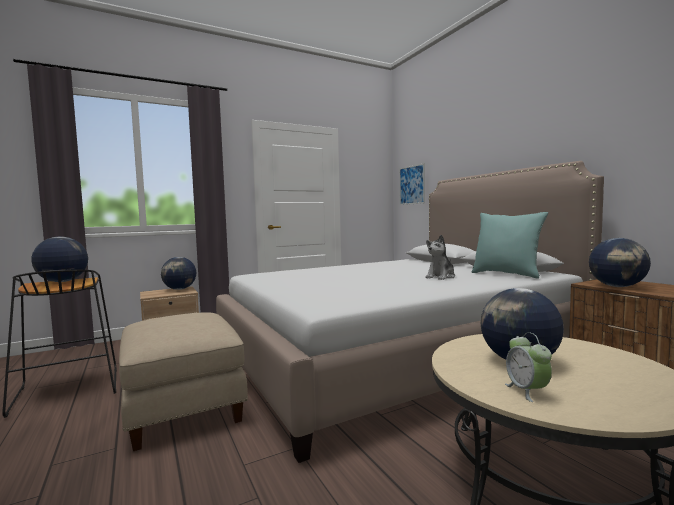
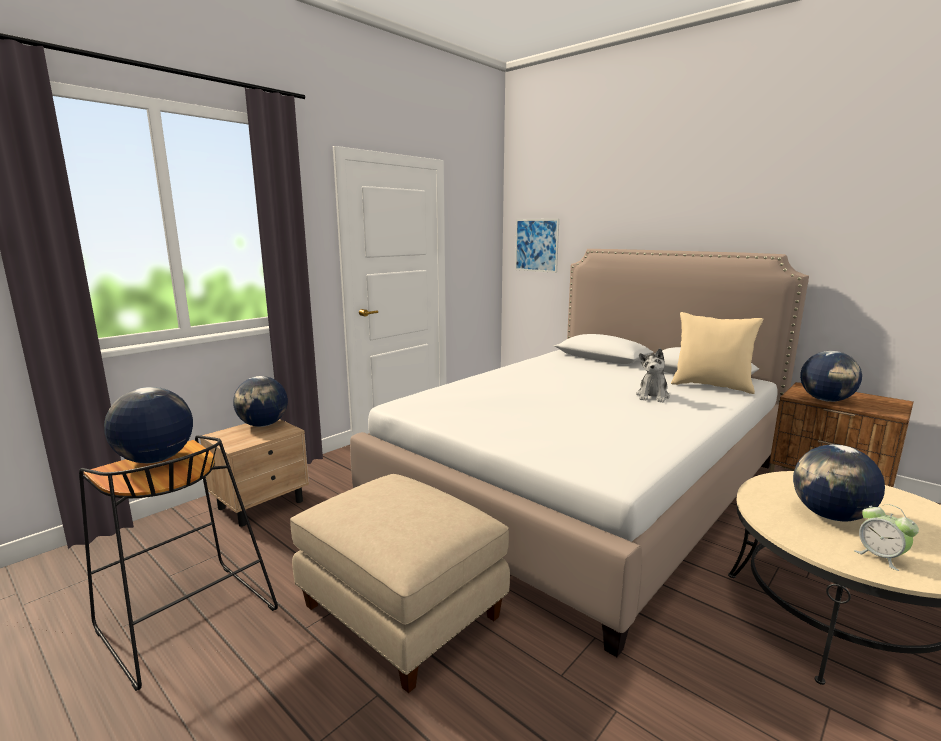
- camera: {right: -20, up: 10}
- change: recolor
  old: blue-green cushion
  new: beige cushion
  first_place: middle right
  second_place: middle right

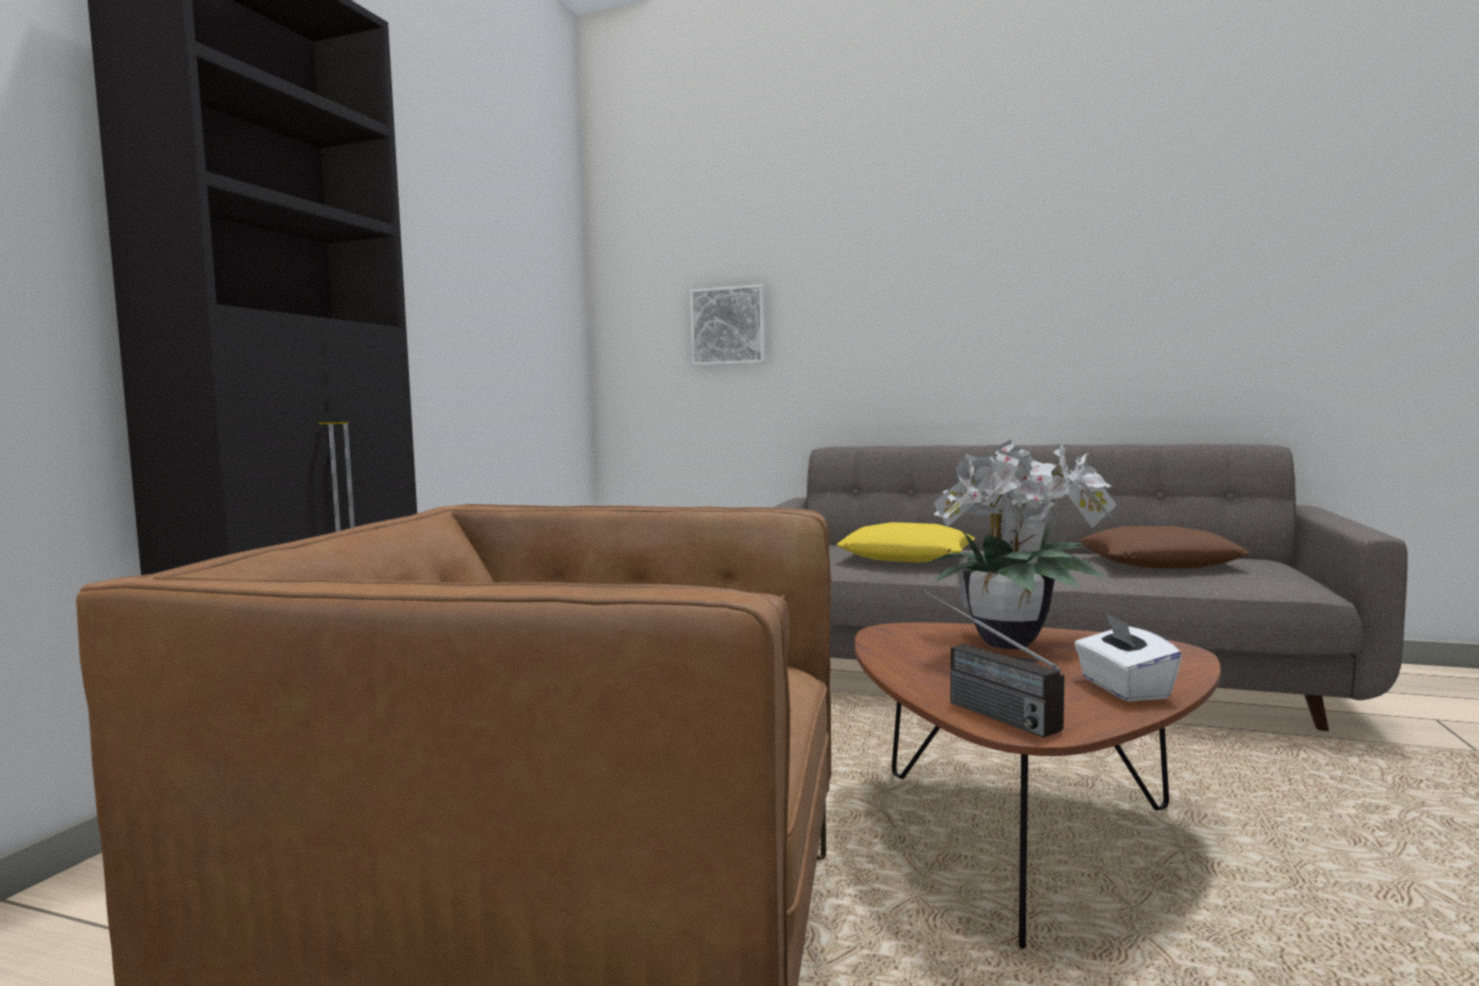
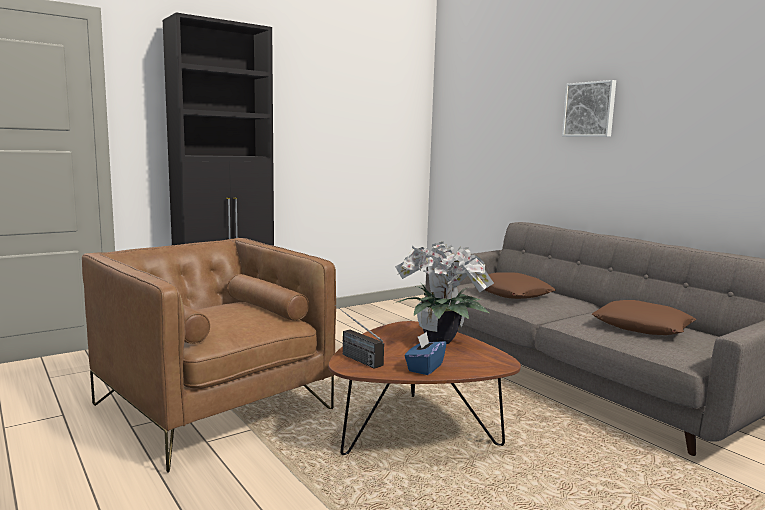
- camera: {right: 35, up: 5}
- change: move
  old: wall art
  first_place: top centre
  second_place: top right
- change: recolor
  old: yellowish cushion
  new: brown cushion (1st from left)
  first_place: centre
  second_place: middle right
- change: rotate
  old: radio
  first_place: bottom right
  second_place: centre
  degrees: -45
- change: recolor
  old: whitish tissue box
  new: blue tissue box
  first_place: middle right
  second_place: bottom centre

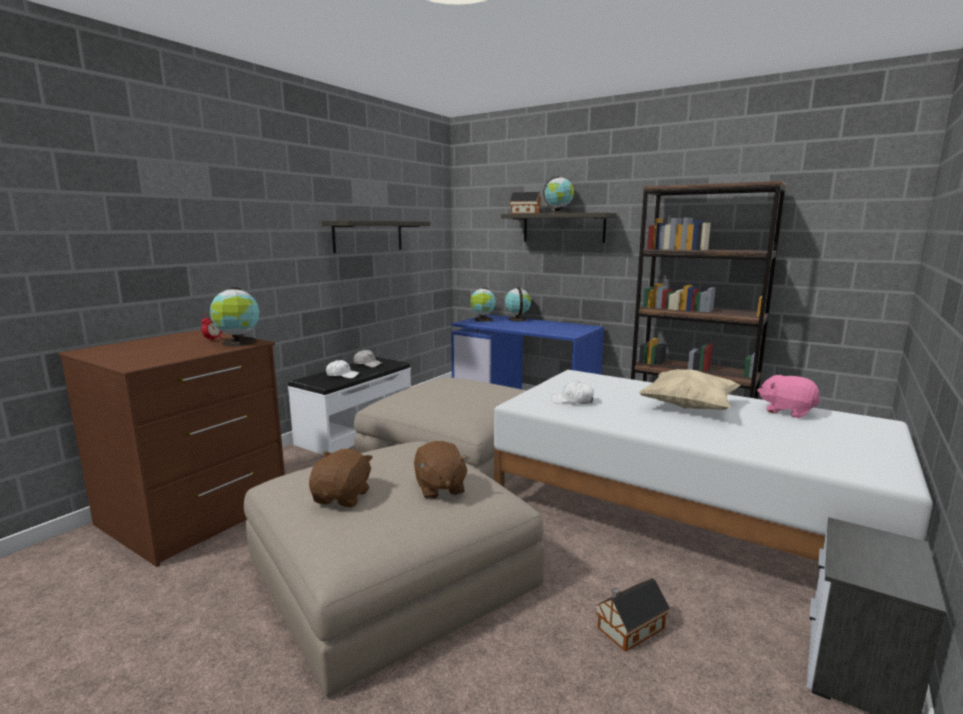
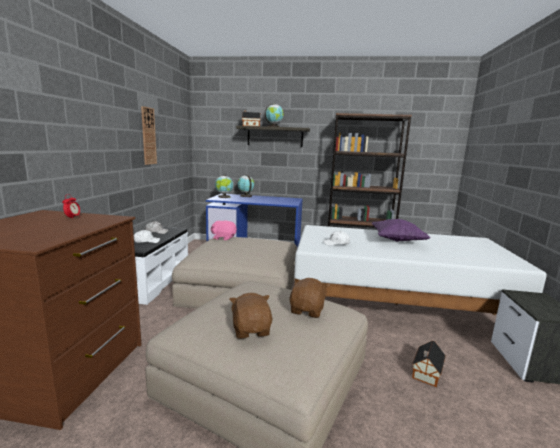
- camera: {right: -25, up: 0}
- change: delete
  old: globe (1st from left)
  first_place: middle left
- change: replace
  old: wall shelf (1st from left)
  new: wall clock
  first_place: top centre
  second_place: top left
- change: rotate
  old: brown cuddly toy (2nd from left)
  first_place: centre
  second_place: centre
  degrees: -120
- change: recolor
  old: beige cushion
  new: purple cushion
  first_place: middle right
  second_place: middle right
- change: move
  old: pink-coloured cuddly toy
  first_place: middle right
  second_place: centre

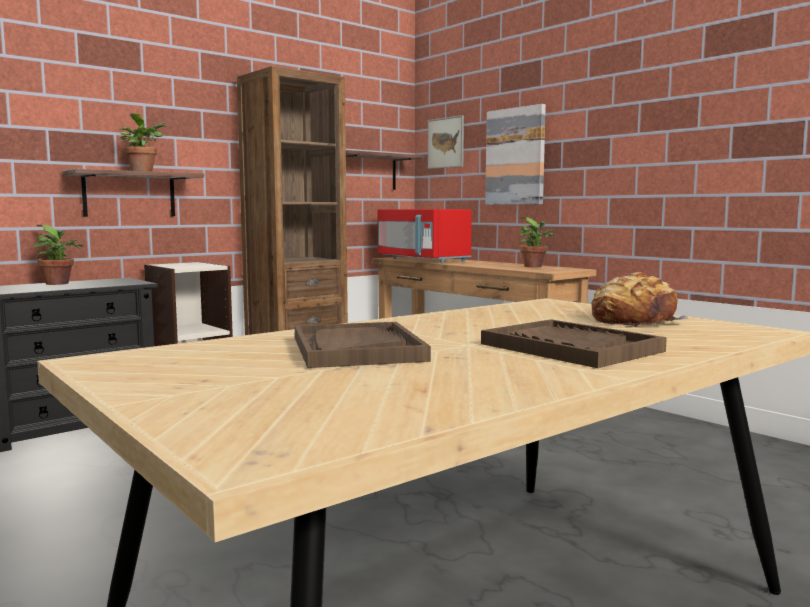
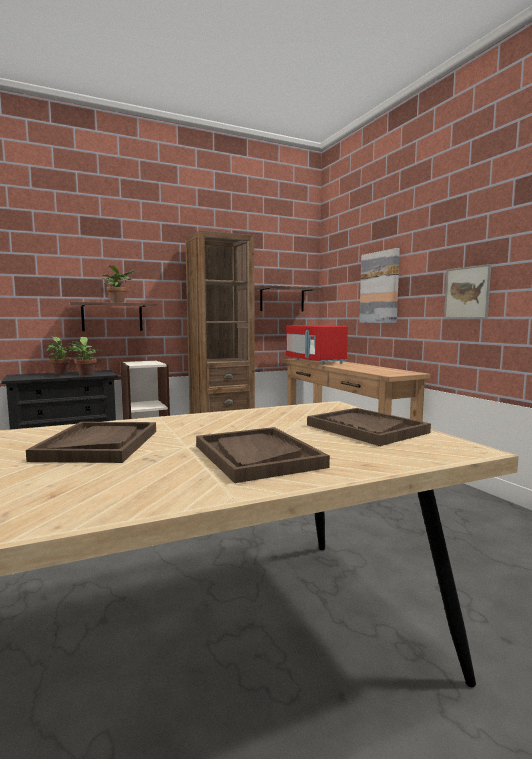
- camera: {right: 15, up: 0}
- change: move
  old: wall art (1st from left in the first image)
  new: wall art (2nd from left)
  first_place: top centre
  second_place: middle right
- change: move
  old: houseplant (3rd from left in the first image)
  new: houseplant (2nd from left)
  first_place: centre
  second_place: middle left
- change: replace
  old: bread
  new: brown tray (3rd from left)
  first_place: middle right
  second_place: middle right

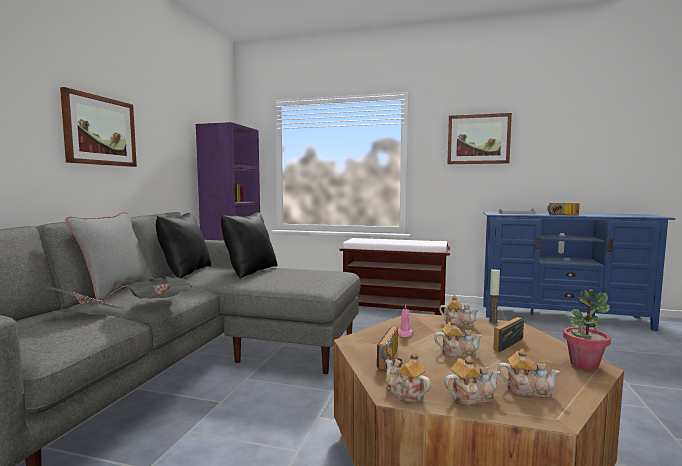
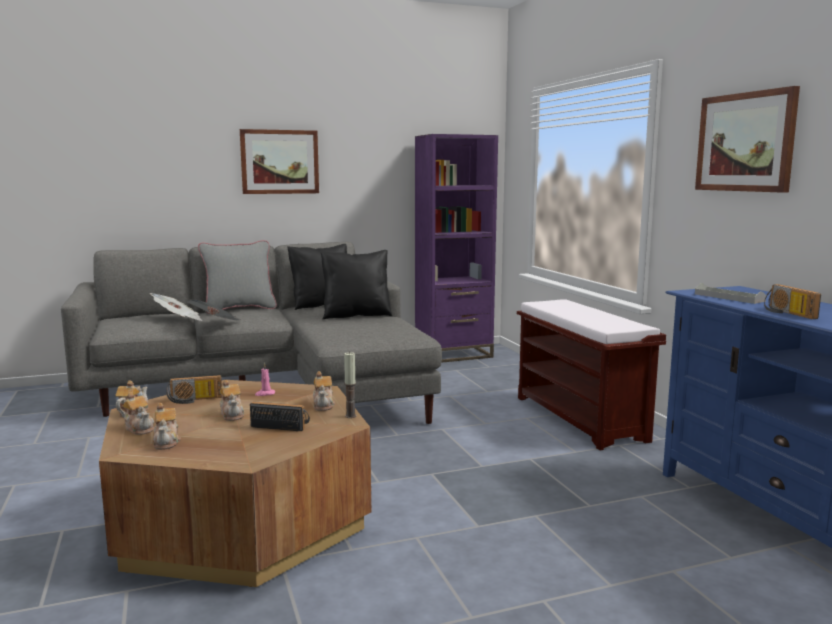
- camera: {right: 55, up: 5}
- change: delete
  old: houseplant
  first_place: bottom right

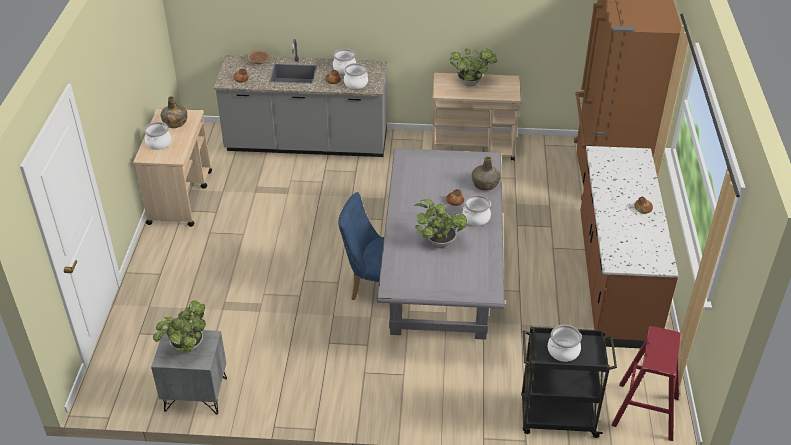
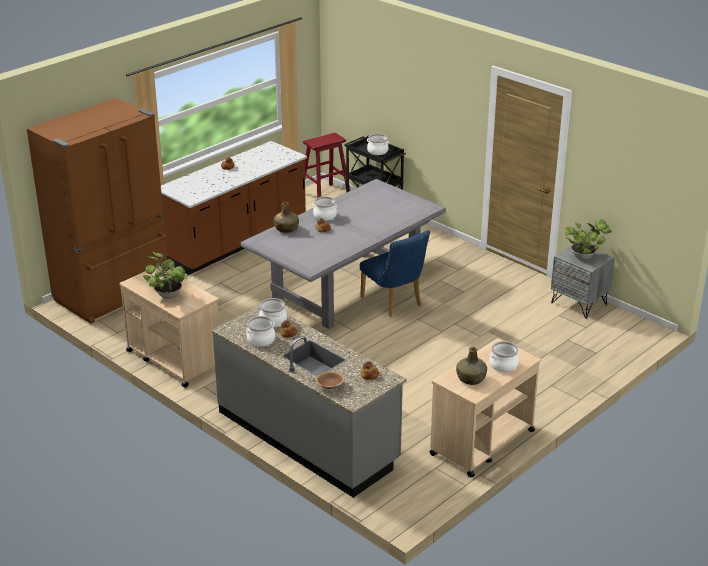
- camera: {right: -140, up: -10}
- change: delete
  old: houseplant (2nd from left)
  first_place: centre

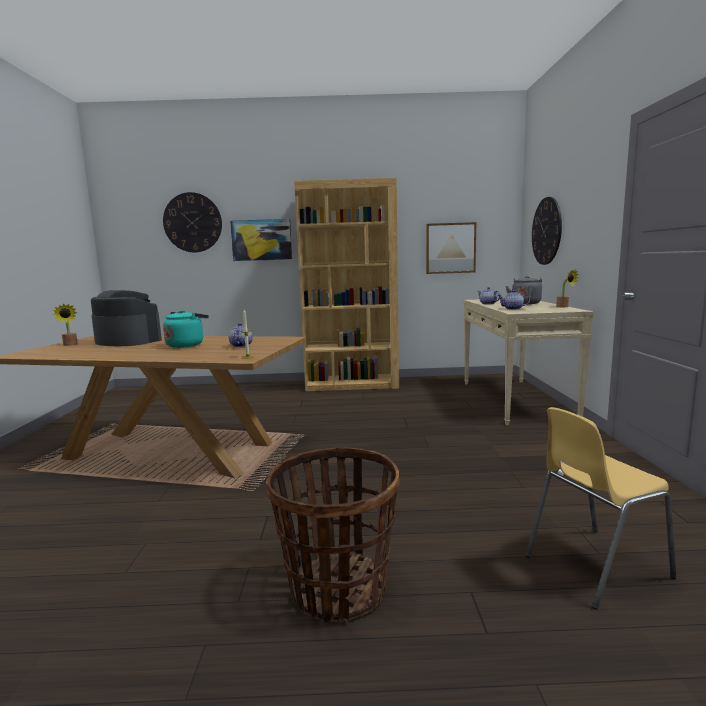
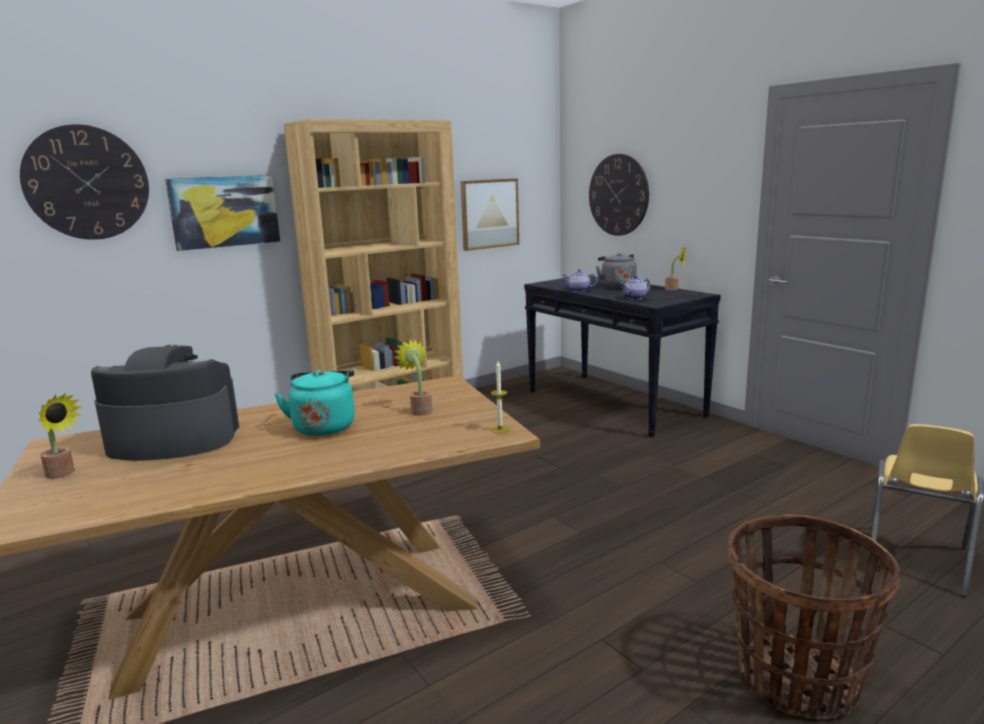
- camera: {right: -35, up: 5}
- change: replace
  old: teapot (1st from left)
  new: houseplant (2nd from left)
  first_place: centre
  second_place: centre
- change: recolor
  old: beige narrow table
  new: blackish narrow table
  first_place: middle right
  second_place: centre

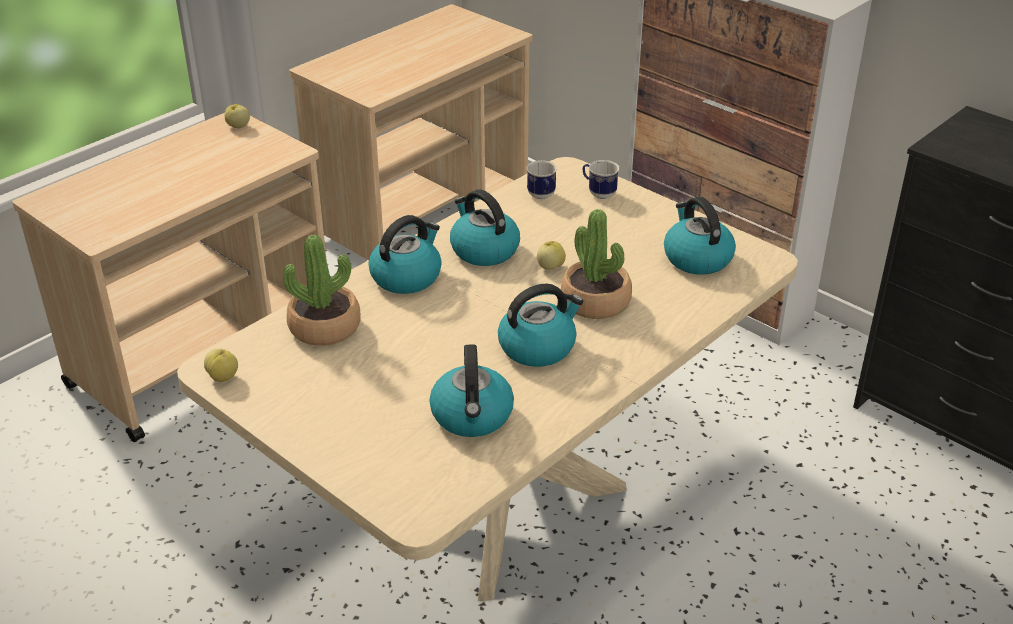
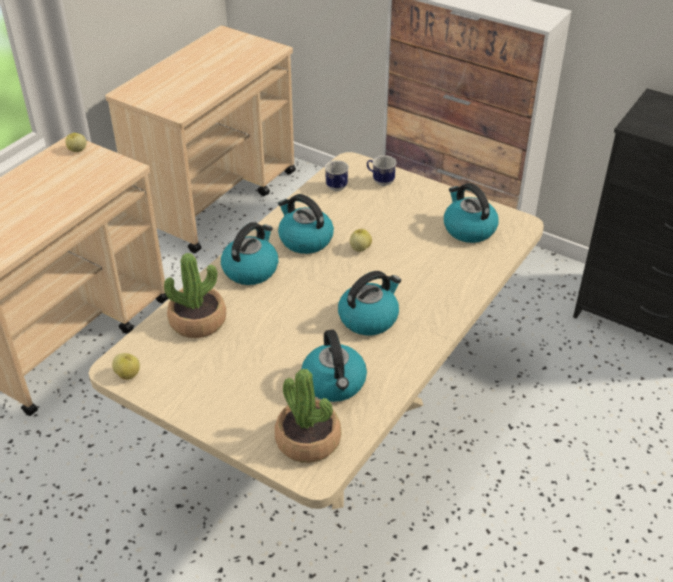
- camera: {right: -10, up: 5}
- change: move
  old: houseplant (2nd from left)
  first_place: centre
  second_place: bottom centre

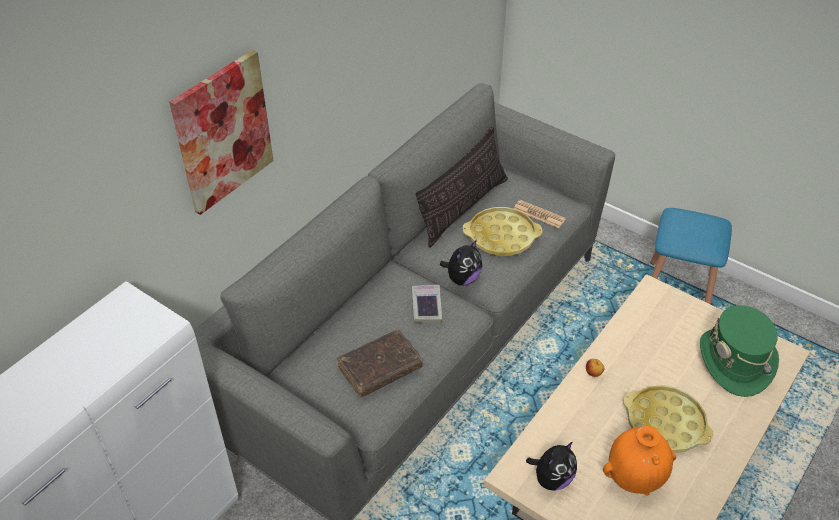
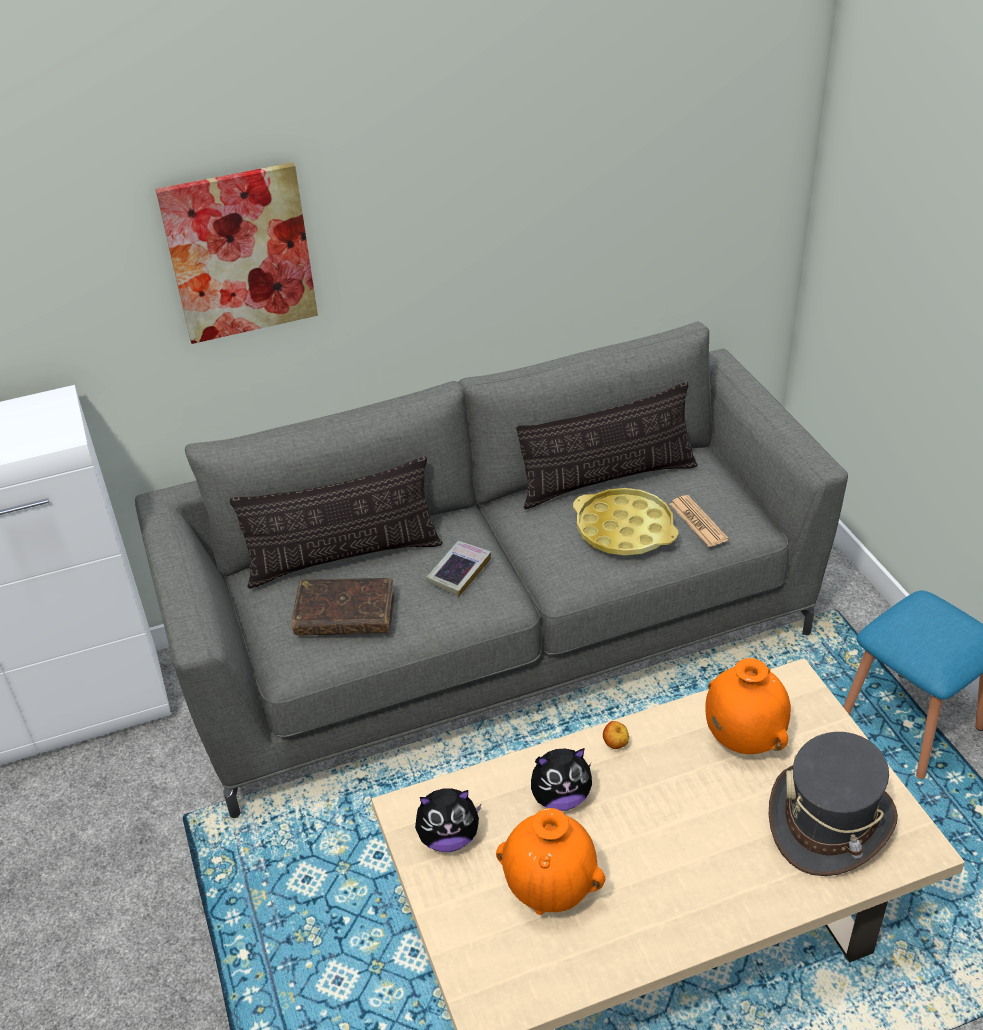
- camera: {right: 35, up: -5}
- change: move
  old: cuddly toy (1st from left in the first image)
  new: cuddly toy (2nd from left)
  first_place: centre
  second_place: bottom centre
- change: delete
  old: yellowish tray (2nd from left)
  first_place: bottom right
- change: recolor
  old: green clothing hat
  new: greyish clothing hat
  first_place: bottom right
  second_place: bottom right
- change: insert
  new: cushion (1st from left)
  second_place: centre
- change: insert
  new: orange-coloured vase (2nd from left)
  second_place: bottom right

